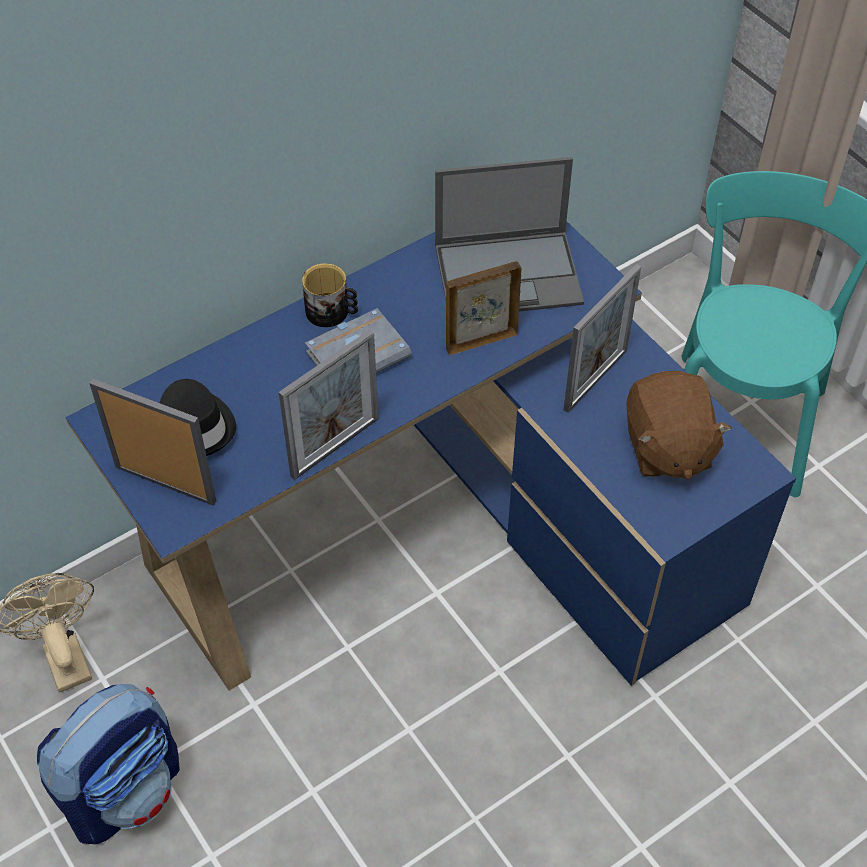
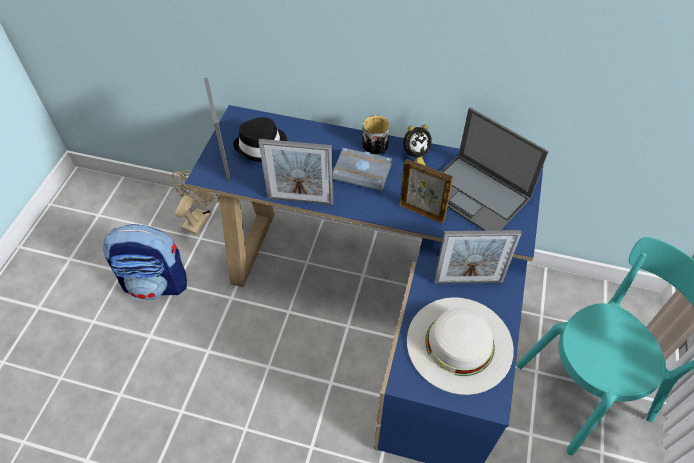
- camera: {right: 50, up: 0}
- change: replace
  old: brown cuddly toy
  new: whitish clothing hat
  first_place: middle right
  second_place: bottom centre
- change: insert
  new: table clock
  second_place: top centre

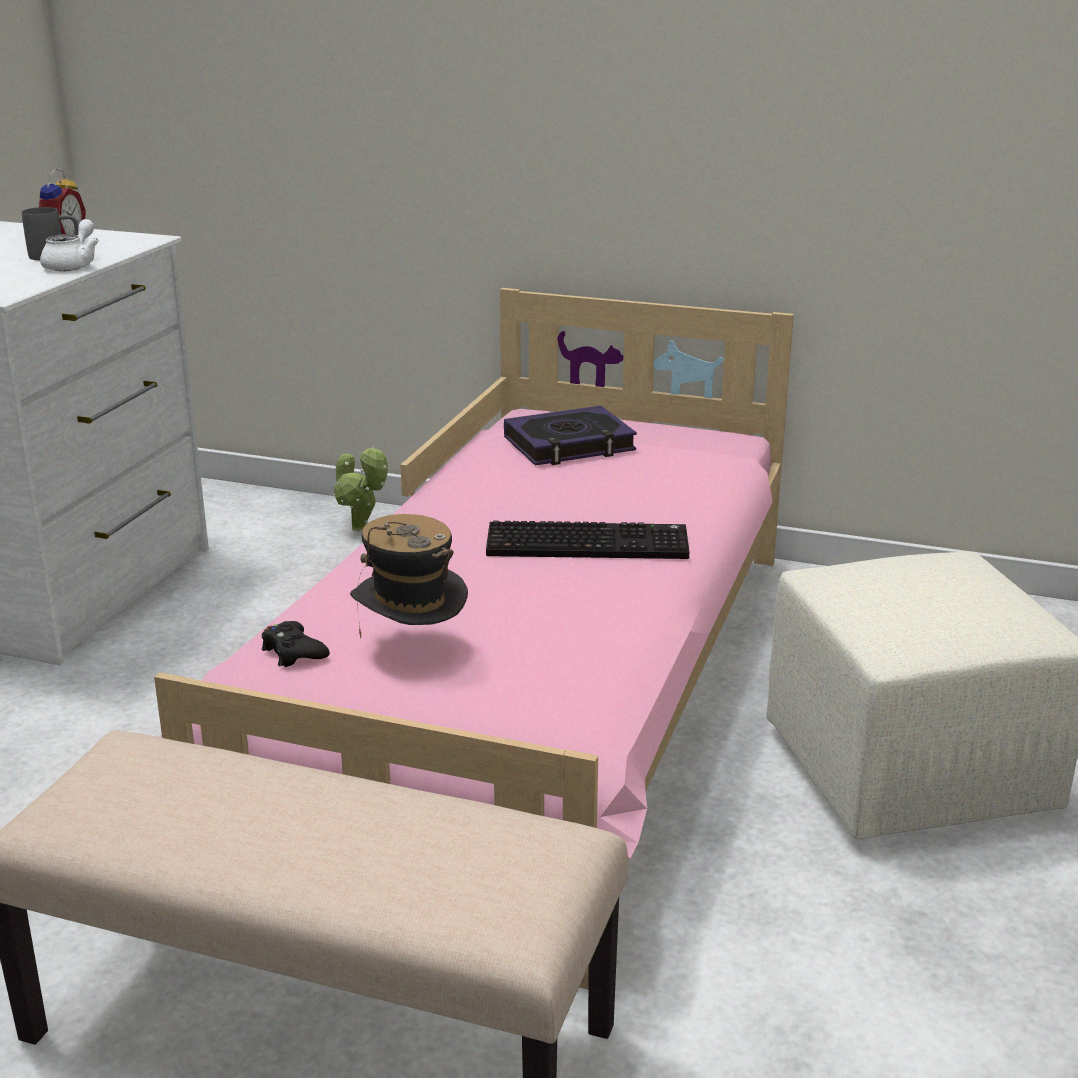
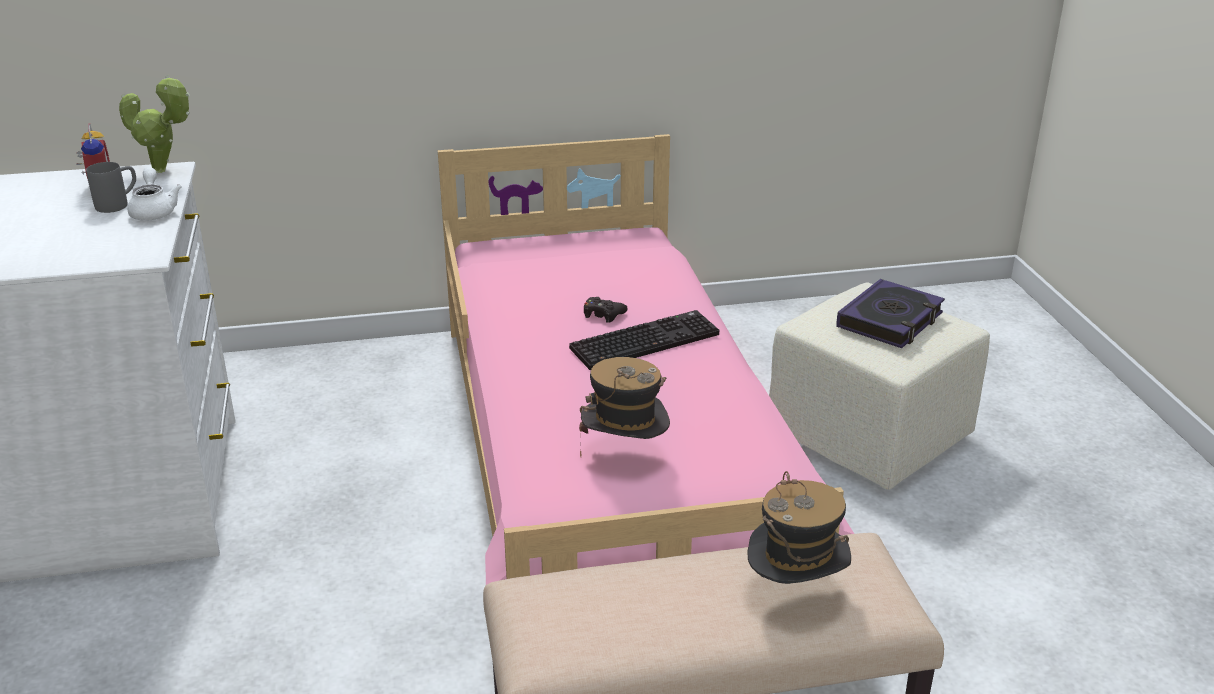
- camera: {right: -30, up: 5}
- change: move
  old: blackish gamepad
  first_place: middle left
  second_place: centre
- change: move
  old: houseplant
  first_place: centre
  second_place: top left
- change: move
  old: volume
  first_place: centre
  second_place: middle right
- change: insert
  new: clothing hat (2nd from left)
  second_place: bottom centre

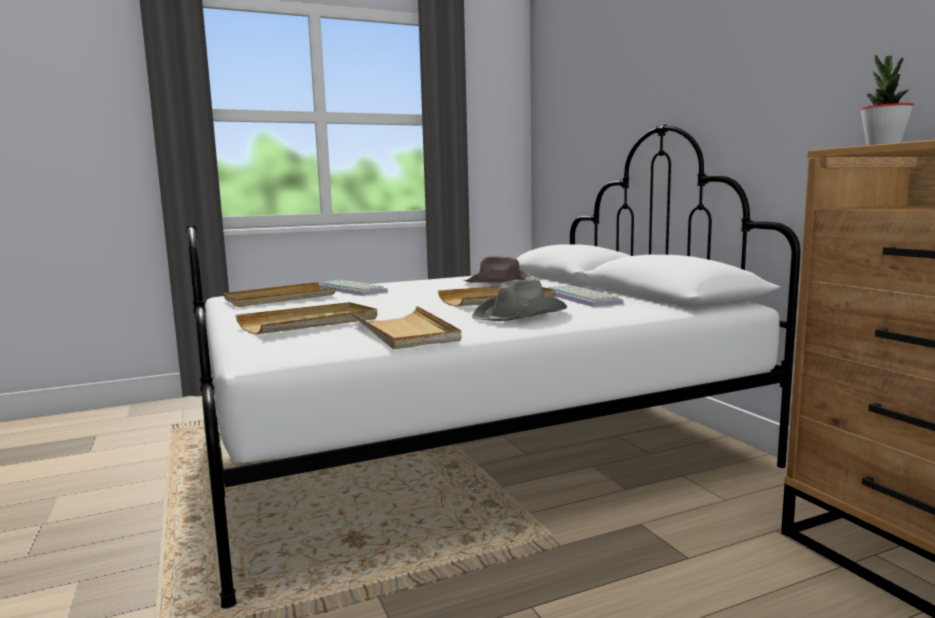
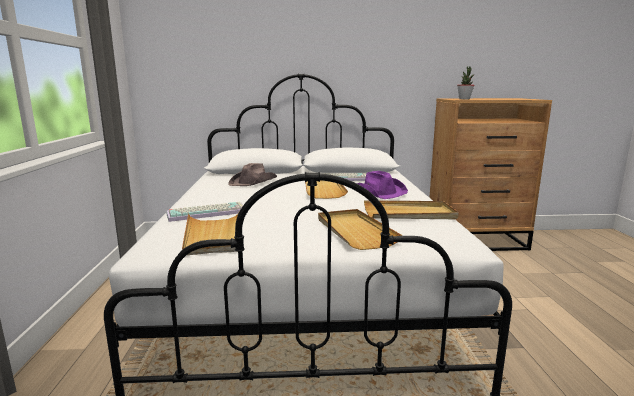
- camera: {right: -70, up: 5}
- change: recolor
  old: greyish clothing hat
  new: purple clothing hat
  first_place: centre
  second_place: centre

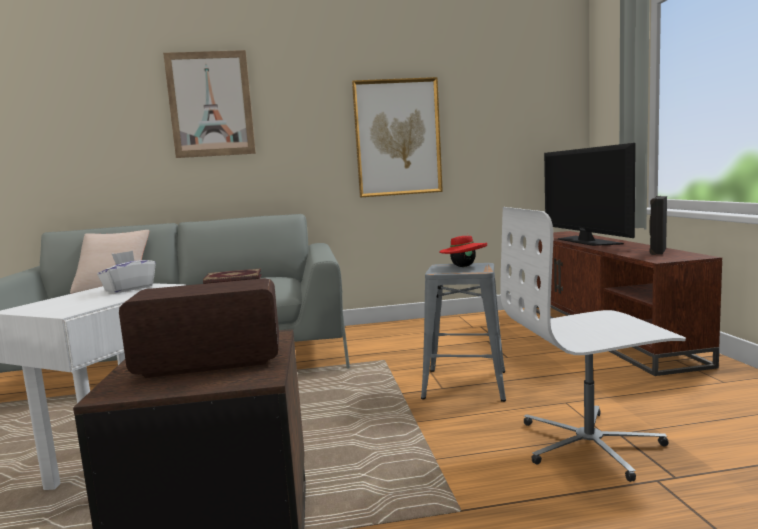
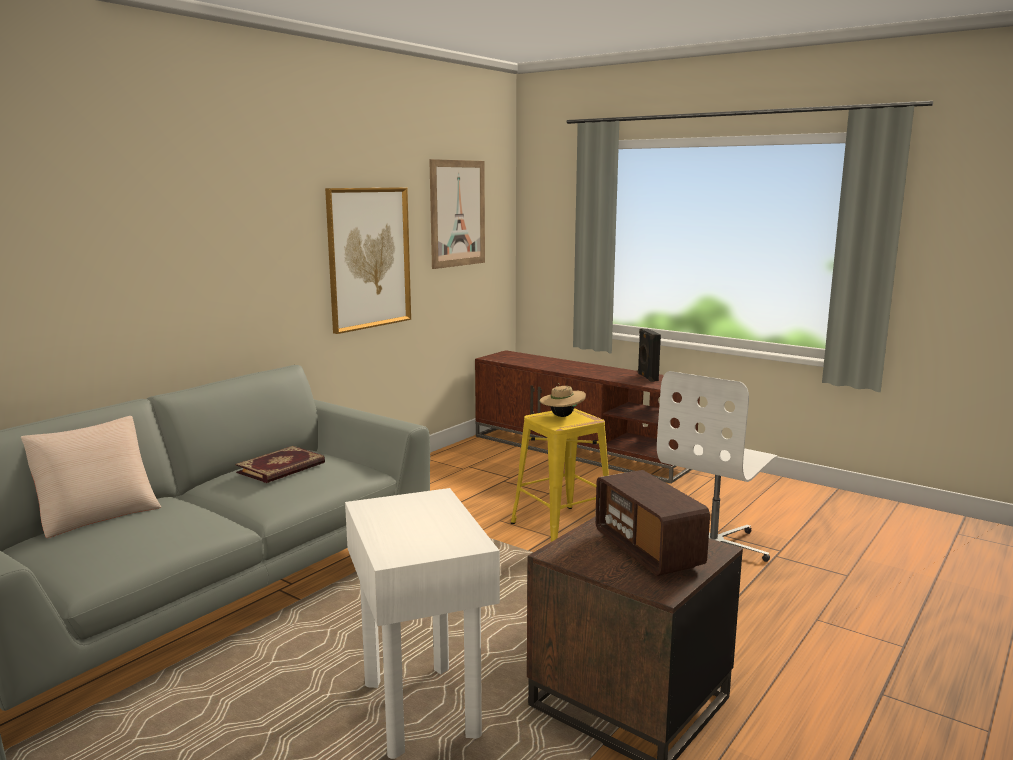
- camera: {right: -45, up: 5}
- change: delete
  old: whitish tissue box
  first_place: middle left
- change: rotate
  old: radio
  first_place: middle left
  second_place: bottom centre
  degrees: -60
- change: move
  old: wall art (1st from left in the first image)
  new: wall art (2nd from left)
  first_place: top left
  second_place: top centre
- change: recolor
  old: greyish stool seat
  new: yellowish stool seat
  first_place: centre
  second_place: centre
- change: recolor
  old: reddish clothing hat
  new: beige clothing hat
  first_place: centre
  second_place: centre
- change: delete
  old: TV
  first_place: middle right

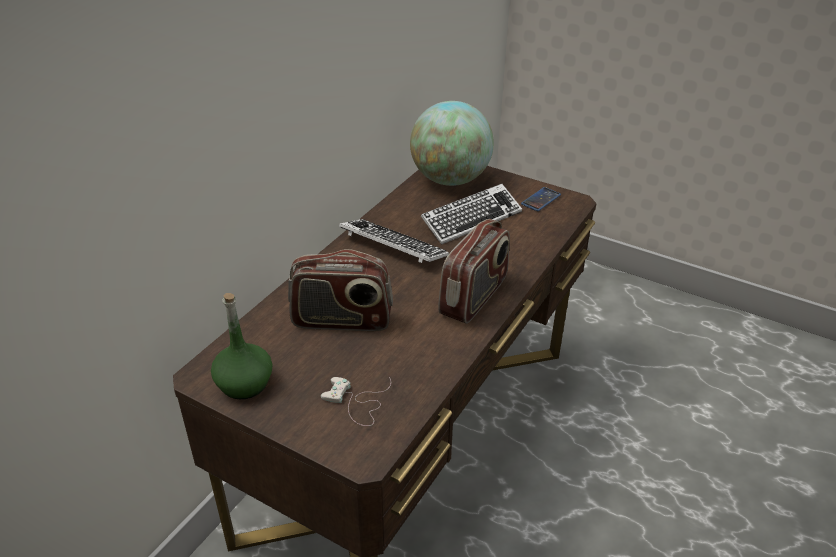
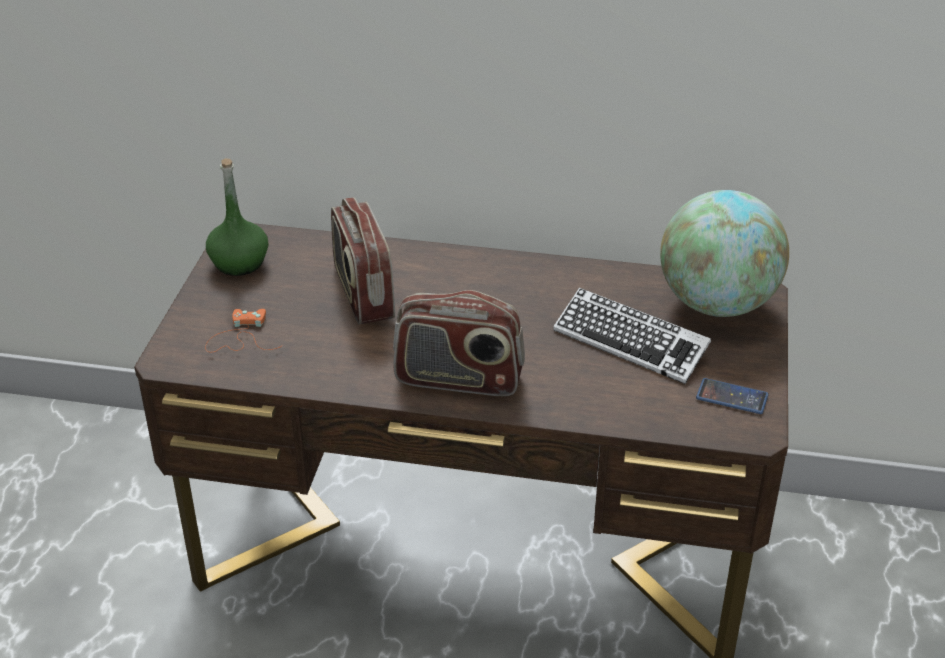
- camera: {right: 70, up: 0}
- change: recolor
  old: whitish gamepad
  new: orange-coloured gamepad
  first_place: bottom centre
  second_place: middle left
- change: delete
  old: keyboard (1st from left)
  first_place: centre

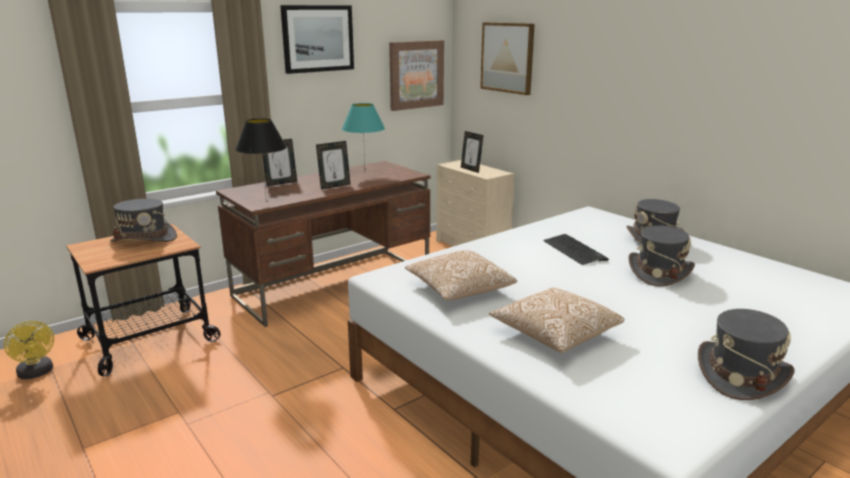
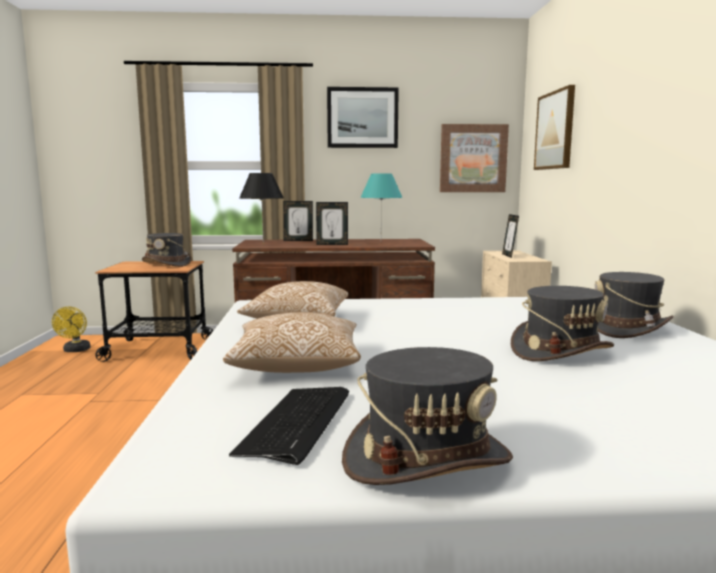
- camera: {right: 35, up: -10}
- change: move
  old: keyboard
  first_place: middle right
  second_place: bottom centre

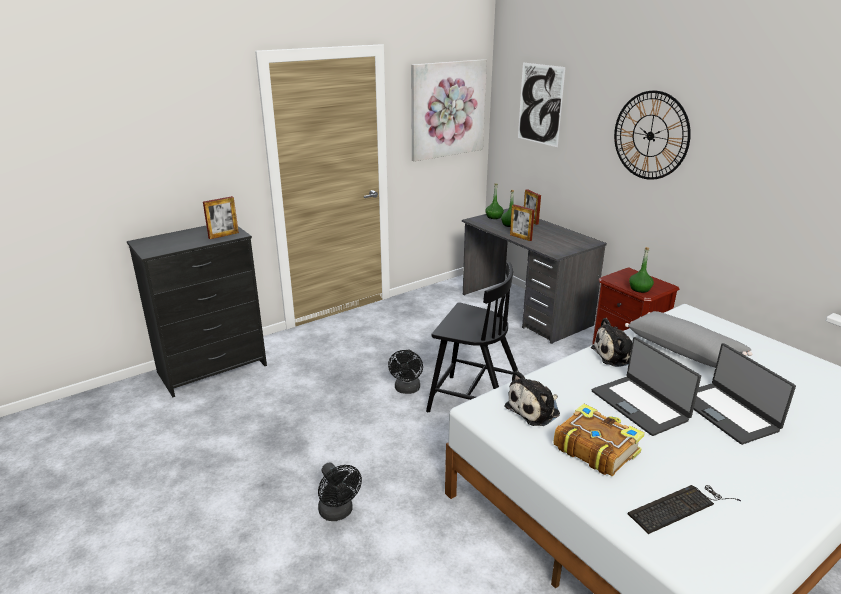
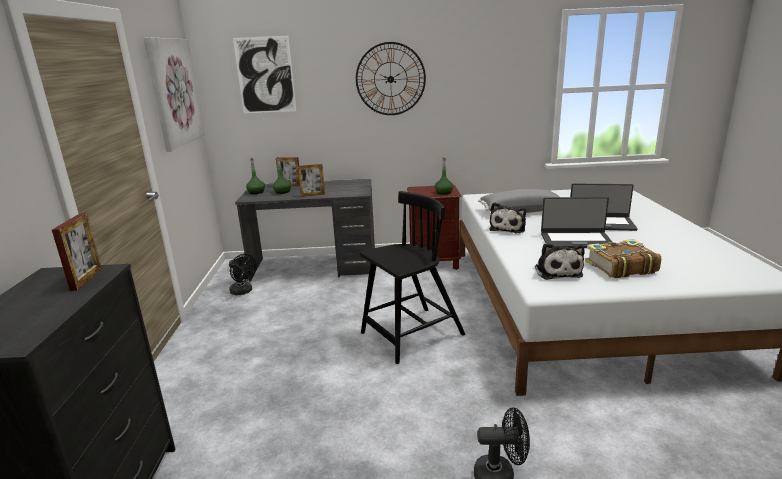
- camera: {right: -55, up: -5}
- change: move
  old: blackish fan (2nd from left in the first image)
  new: blackish fan (1st from left)
  first_place: centre
  second_place: middle left
- change: delete
  old: keyboard
  first_place: bottom right

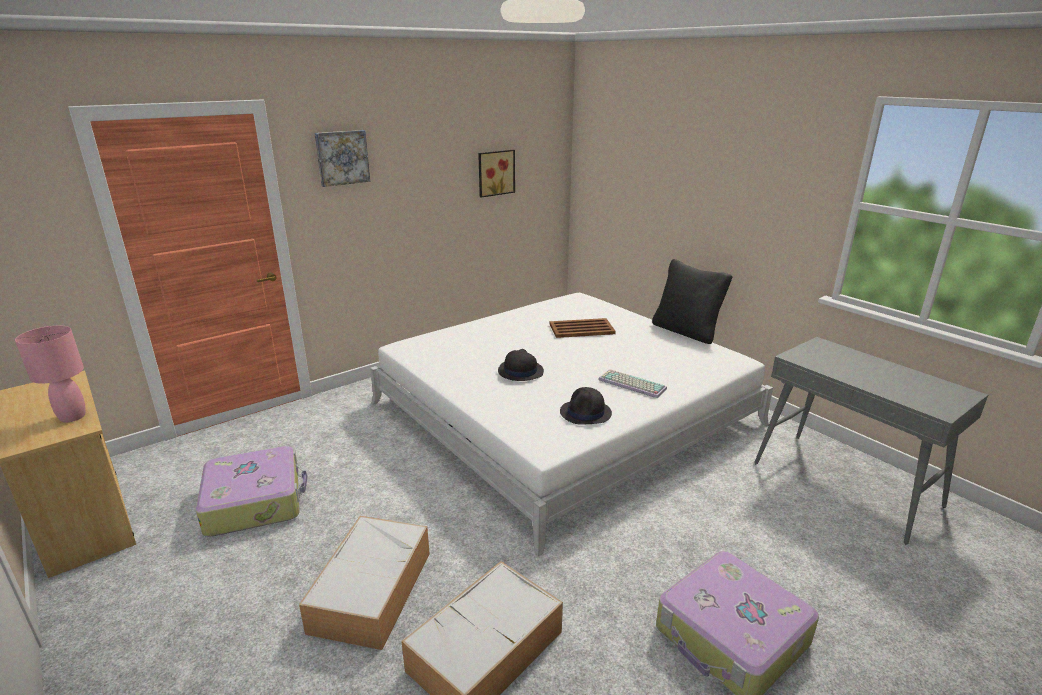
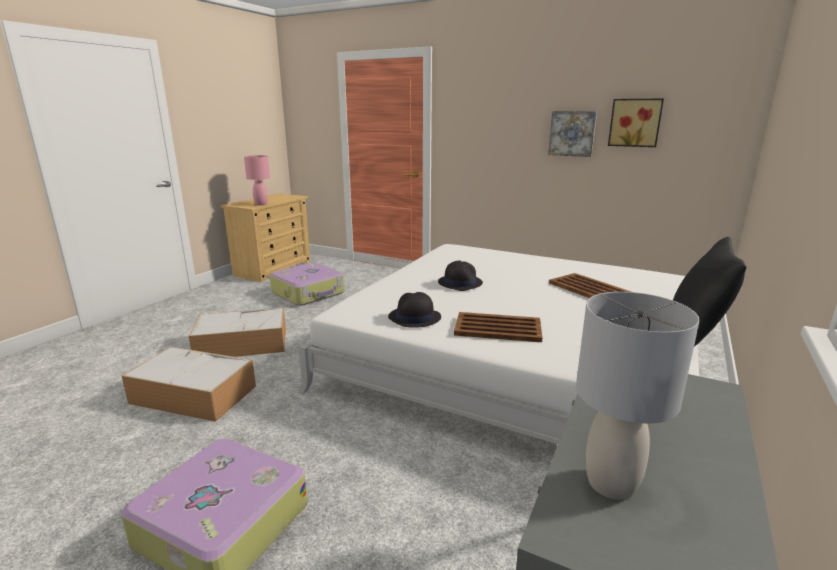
- camera: {right: 65, up: -5}
- change: move
  old: wall art (1st from left)
  first_place: top left
  second_place: top right
- change: replace
  old: keyboard
  new: brown tray (1st from left)
  first_place: centre
  second_place: centre
- change: insert
  new: greyish lamp for a table
  second_place: bottom right

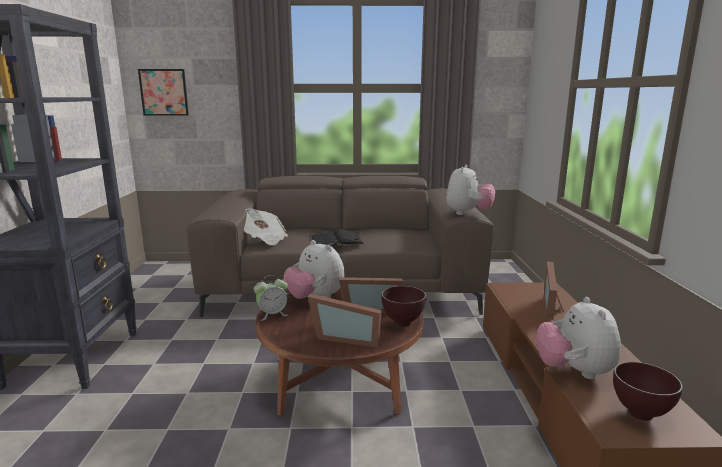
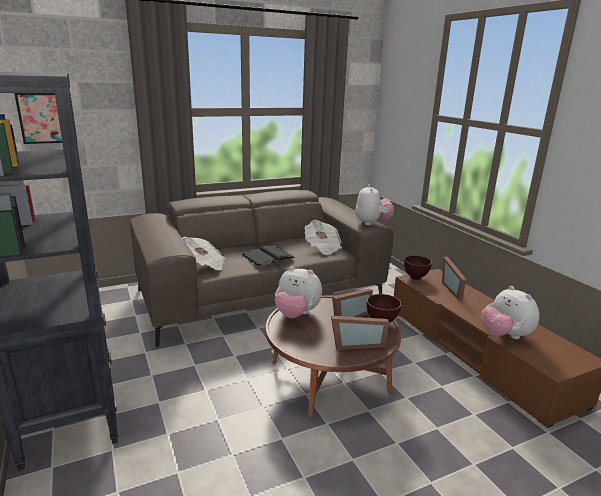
- camera: {right: -25, up: 5}
- change: delete
  old: table clock
  first_place: centre
- change: move
  old: brown deep dish (2nd from left)
  first_place: bottom right
  second_place: middle right
- change: insert
  new: printed paper (2nd from left)
  second_place: centre

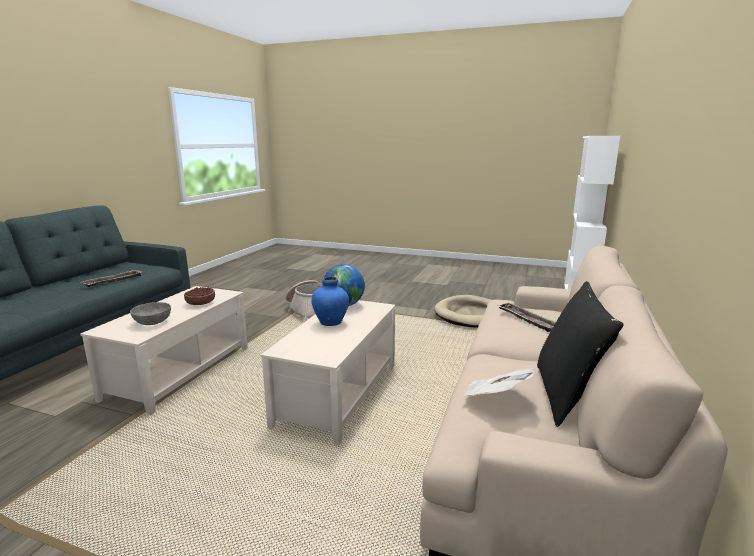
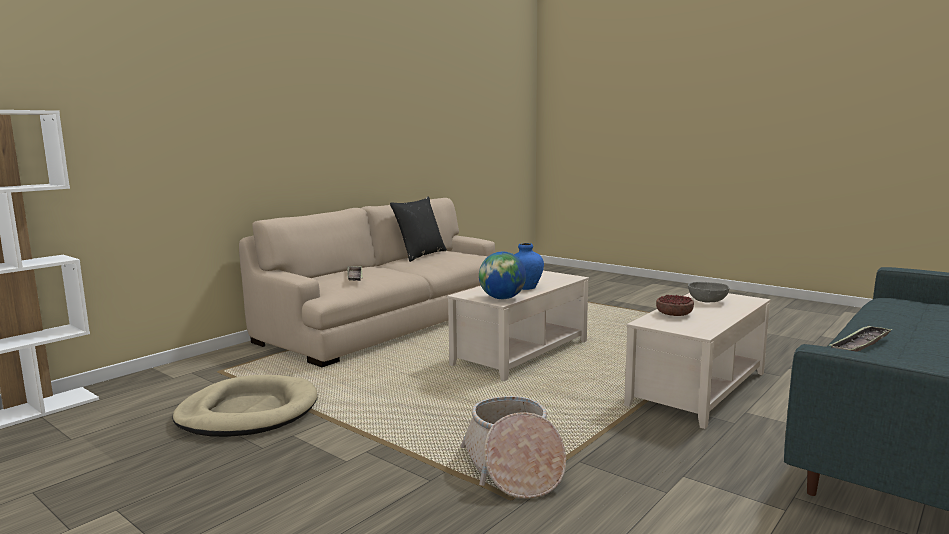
- camera: {right: -160, up: -5}
- change: delete
  old: printed paper
  first_place: bottom centre

